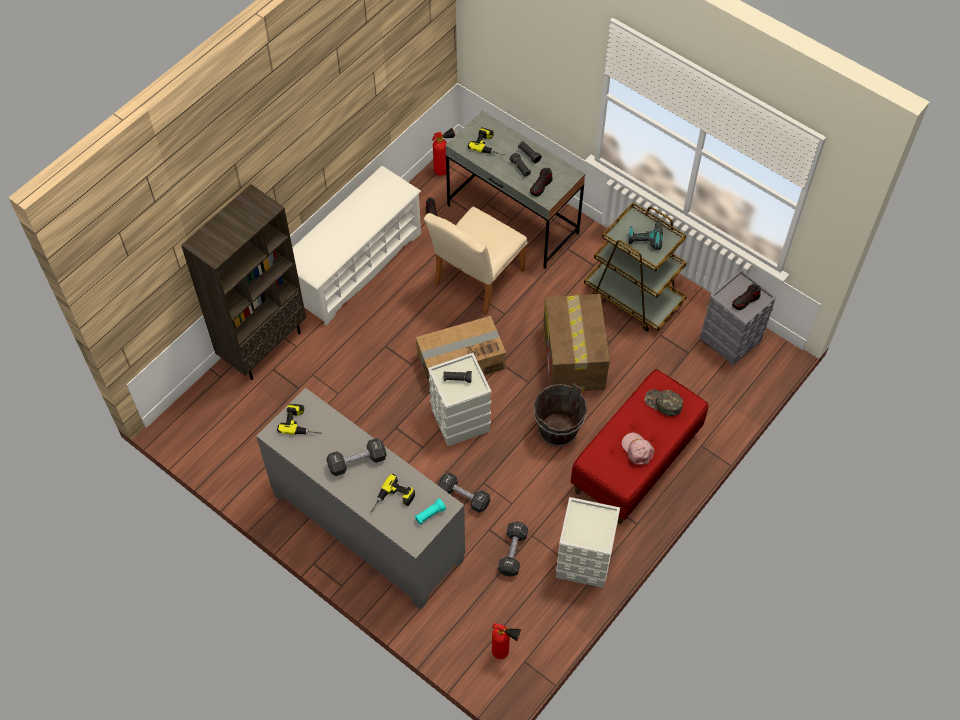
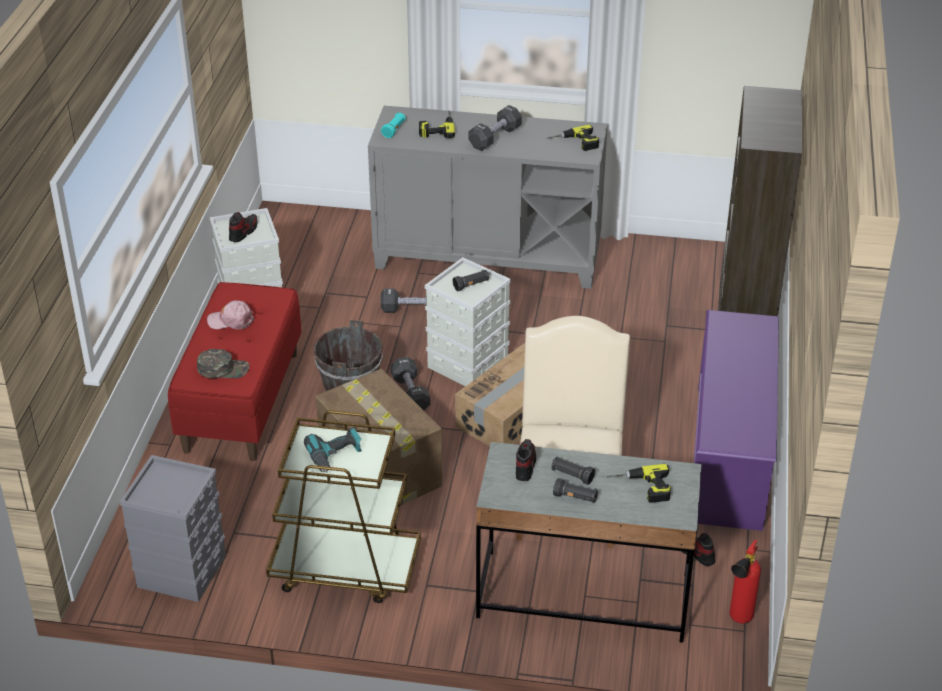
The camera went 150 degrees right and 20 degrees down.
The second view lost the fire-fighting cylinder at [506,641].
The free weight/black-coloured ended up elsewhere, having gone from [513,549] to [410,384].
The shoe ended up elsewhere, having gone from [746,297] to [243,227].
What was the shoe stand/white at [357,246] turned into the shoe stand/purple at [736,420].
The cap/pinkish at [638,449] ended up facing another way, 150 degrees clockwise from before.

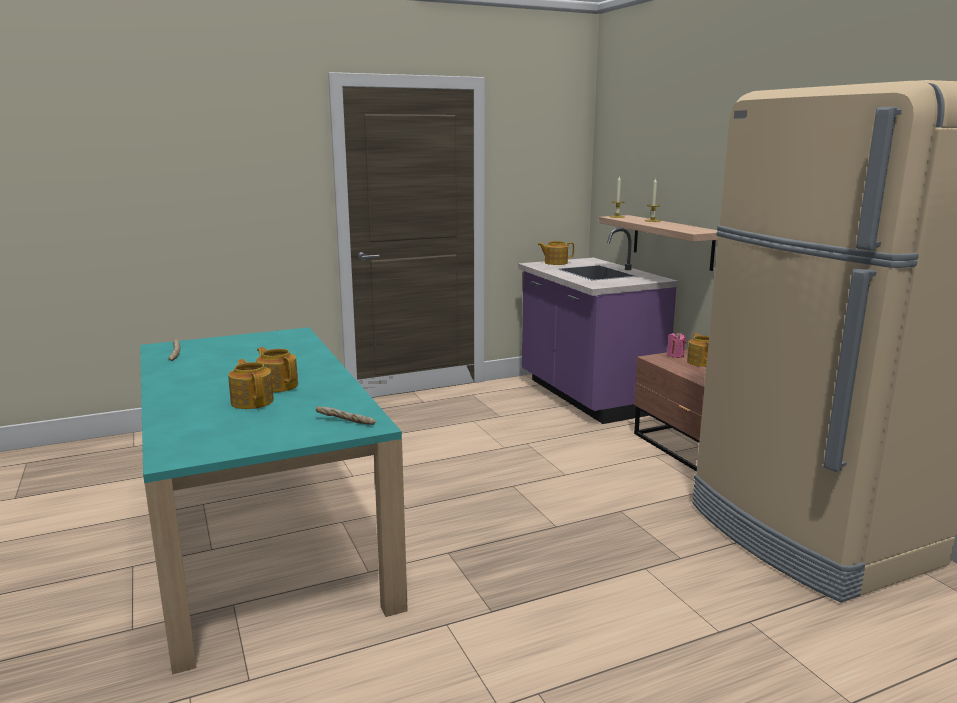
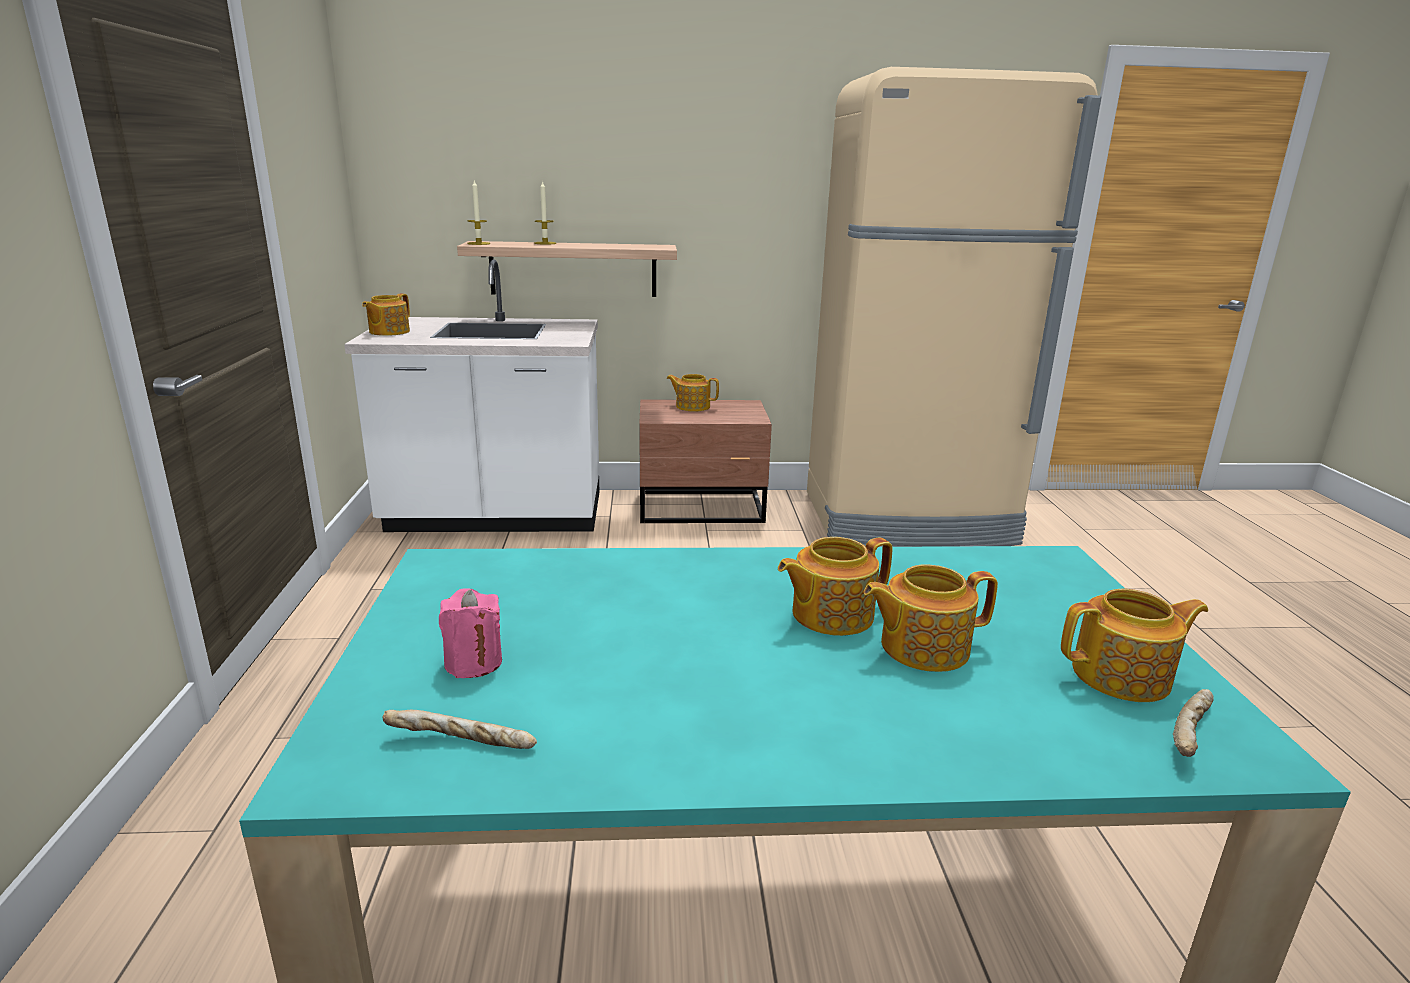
The camera went 70 degrees left and 5 degrees up.
The second view gained the tea pot at [1134,645].
The baked bread ended up elsewhere, having gone from [346,415] to [1193,723].
The wax candle/pinkish ended up elsewhere, having gone from [676,345] to [470,633].
What was the kitchen base unit/purple at [598,326] turned into the kitchen base unit/white at [471,395].

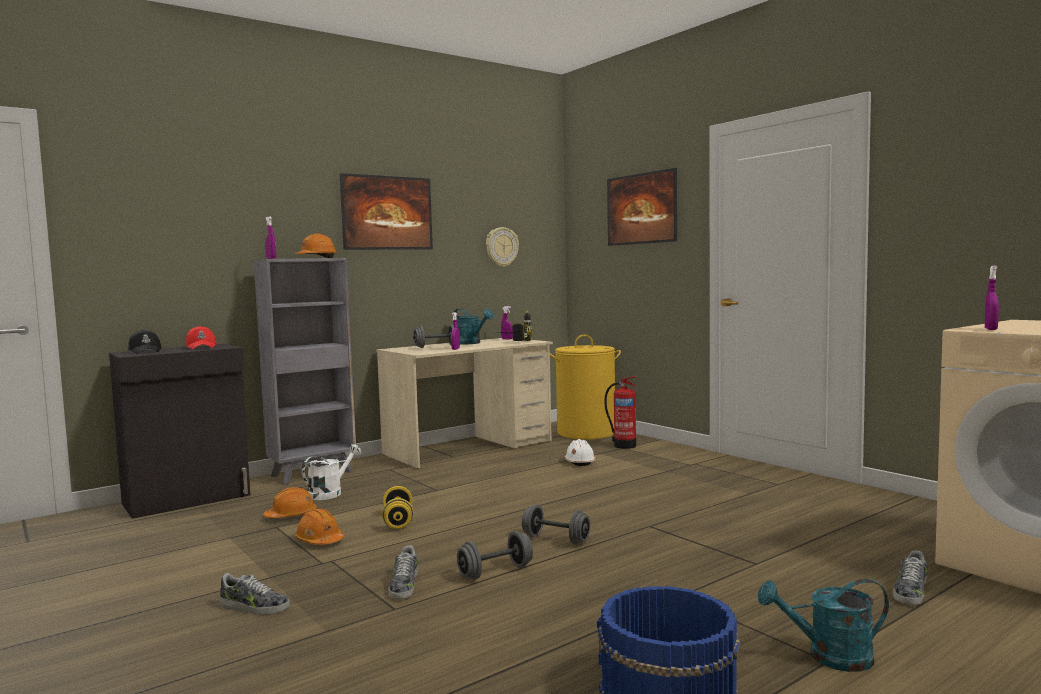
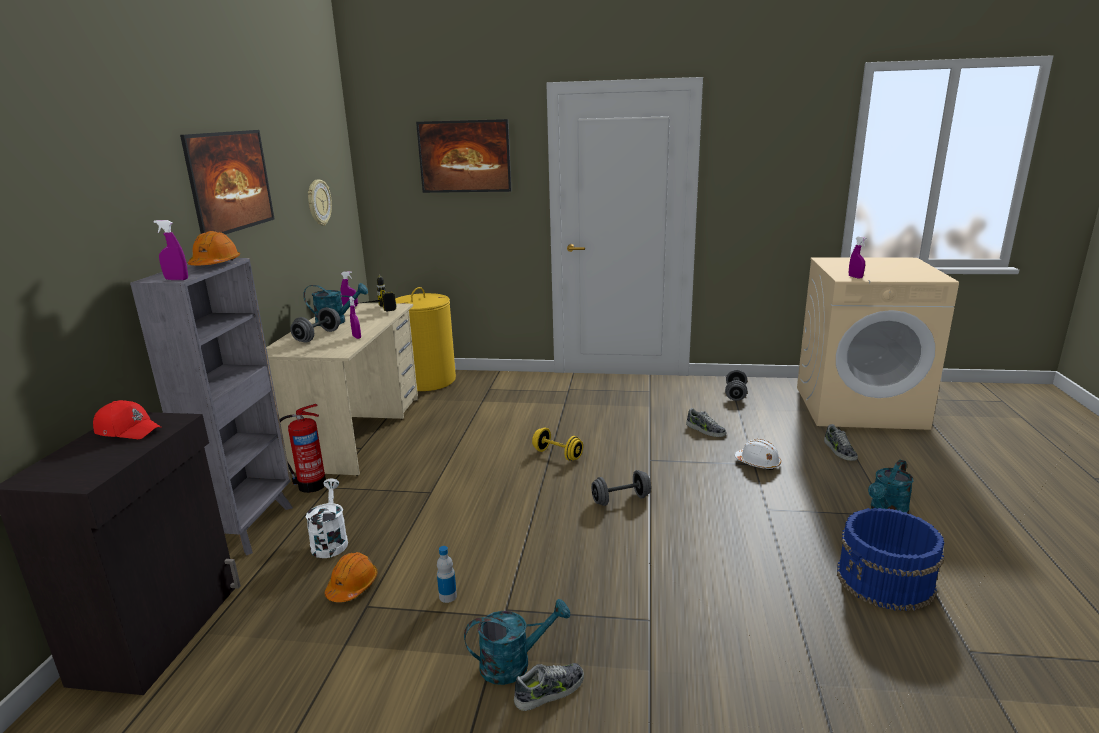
The camera went 45 degrees left and 15 degrees up.
The second view lost the cap/black-coloured at [145,342].
The second view gained the watering can/turquoise at [517,642].
The free weight/yellow ended up elsewhere, having gone from [398,507] to [557,444].
The shoe ended up elsewhere, having gone from [403,572] to [706,422].
The free weight/grey ended up elsewhere, having gone from [495,555] to [736,385].
The hard hat/white ended up elsewhere, having gone from [580,452] to [758,454].
The fire-fighting cylinder ended up elsewhere, having gone from [621,412] to [303,448].
Where the hard hat/orangey stood at [319,527], the drink bottle came to stand at [447,574].

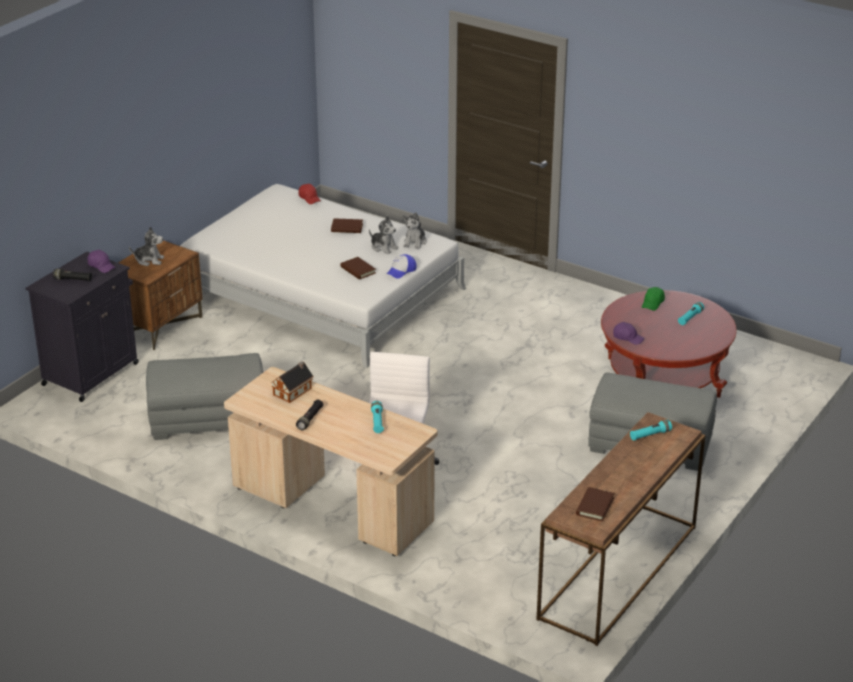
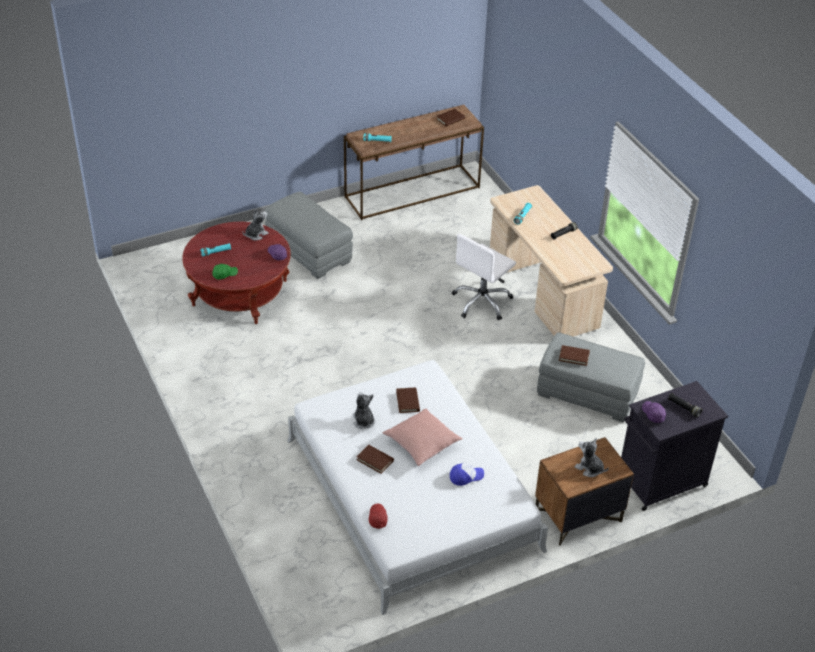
The camera went 150 degrees left and 10 degrees up.
The second view lost the miniature house at [292,382].
The second view gained the throw pillow/pinkish at [423,437].
The second view gained the volume/brownish at [574,355].
The cap ended up elsewhere, having gone from [401,266] to [467,474].
The cuddly toy ended up elsewhere, having gone from [415,230] to [256,224].

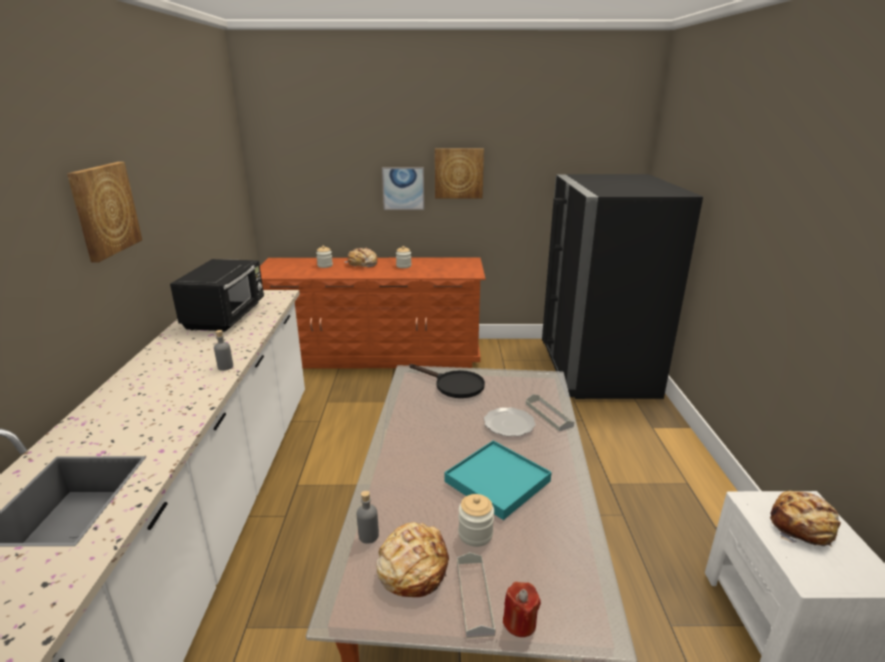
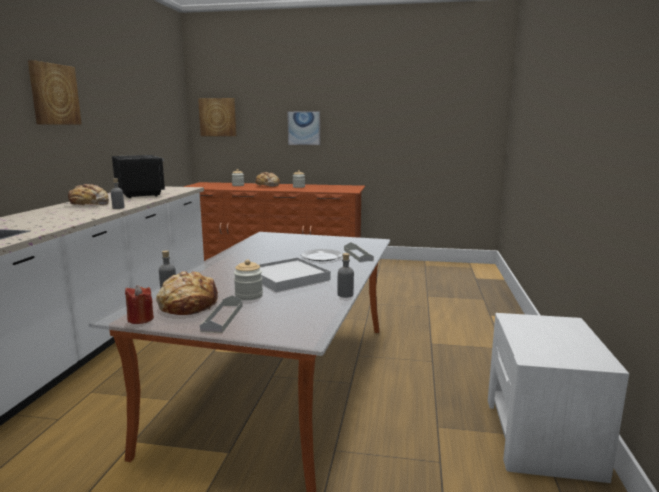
The camera went 10 degrees right and 10 degrees down.
The second view lost the frying pan/black-coloured at [447,381].
The second view lost the fridge/black-coloured at [622,286].
The second view gained the drink bottle/grey at [346,275].
The wall picture ended up elsewhere, having gone from [459,173] to [217,117].
The wax candle/red-coloured ended up elsewhere, having gone from [522,609] to [139,304].
The baked bread ended up elsewhere, having gone from [805,519] to [86,195].
What was the serving tray/turquoise at [498,480] turned into the serving tray/white at [294,274].
The kitchen microwave/black-coloured at [217,295] ended up facing another way, 45 degrees counterclockwise from before.

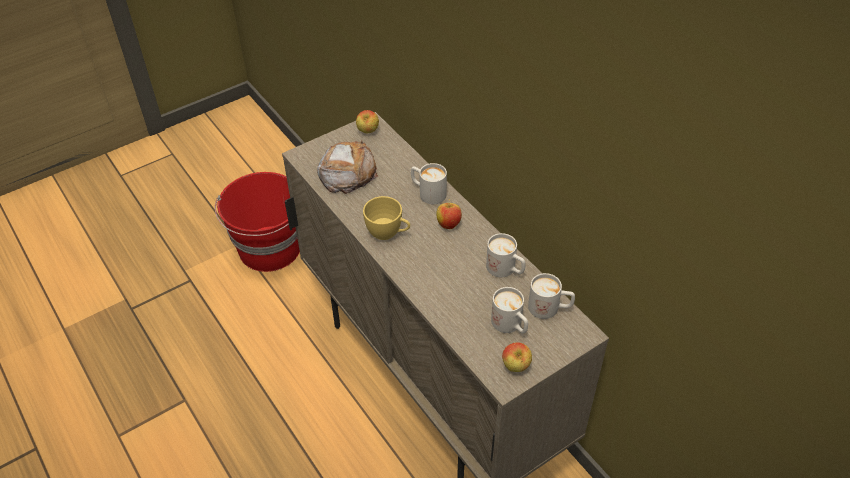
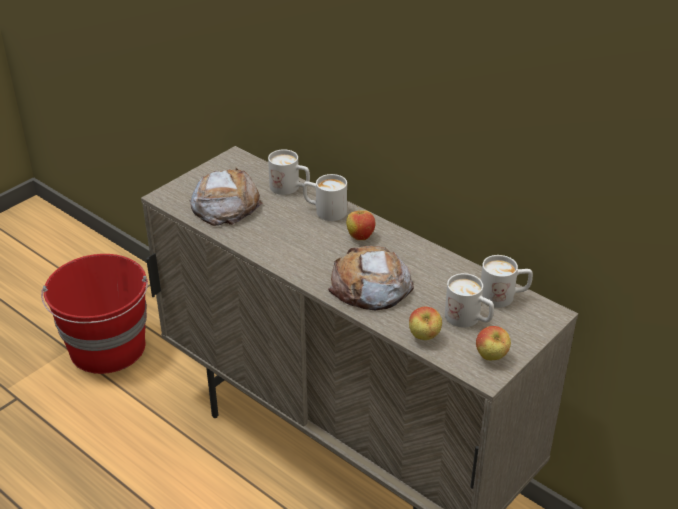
The camera went 15 degrees left and 10 degrees down.
The second view lost the drinking cup/yellow at [386,218].
The second view gained the baked bread at [371,278].
The apple ended up elsewhere, having gone from [367,121] to [425,323].
The coffee mug/white ended up elsewhere, having gone from [505,255] to [289,172].

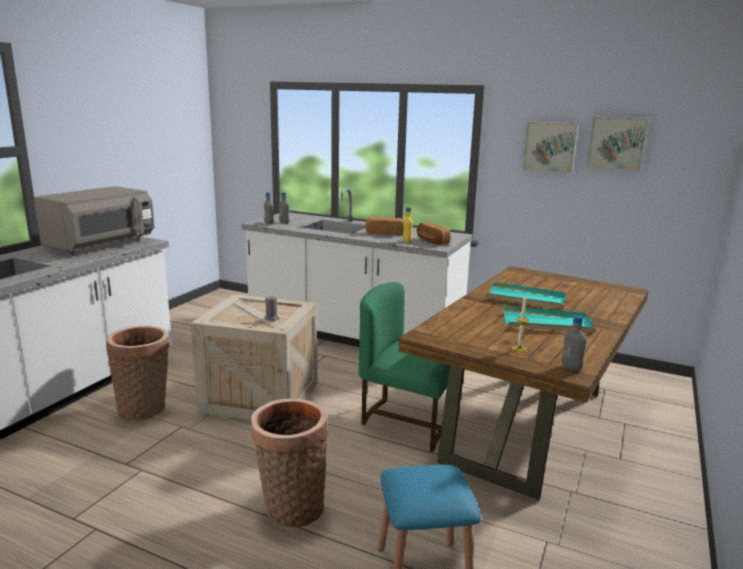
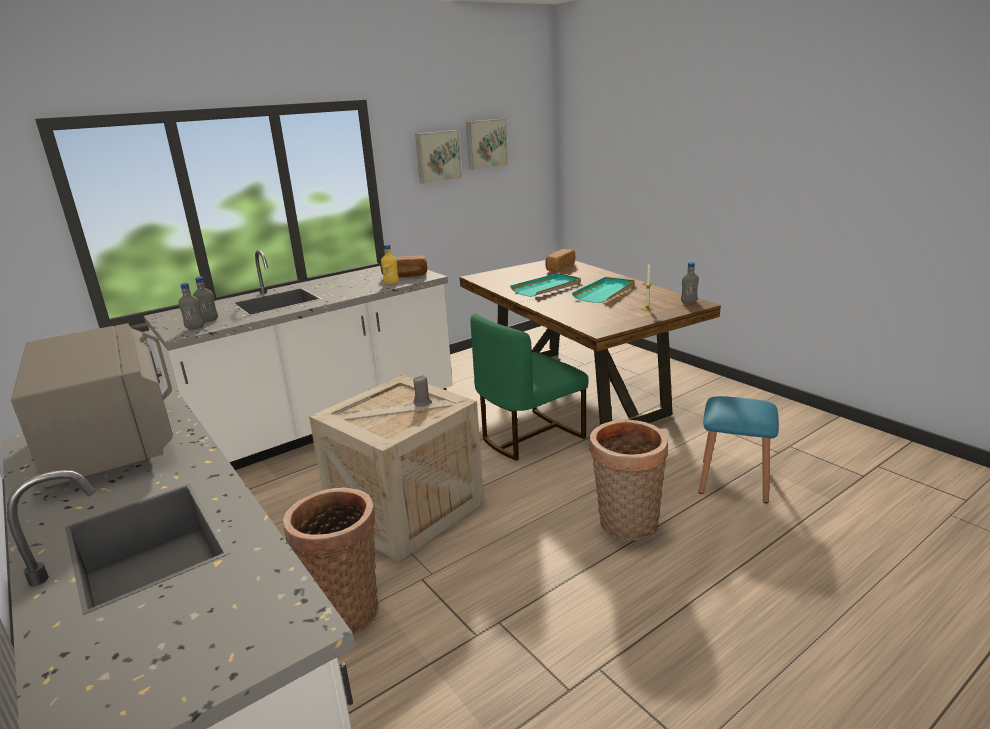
The camera went 60 degrees left and 5 degrees up.
The baked bread ended up elsewhere, having gone from [384,226] to [560,260].

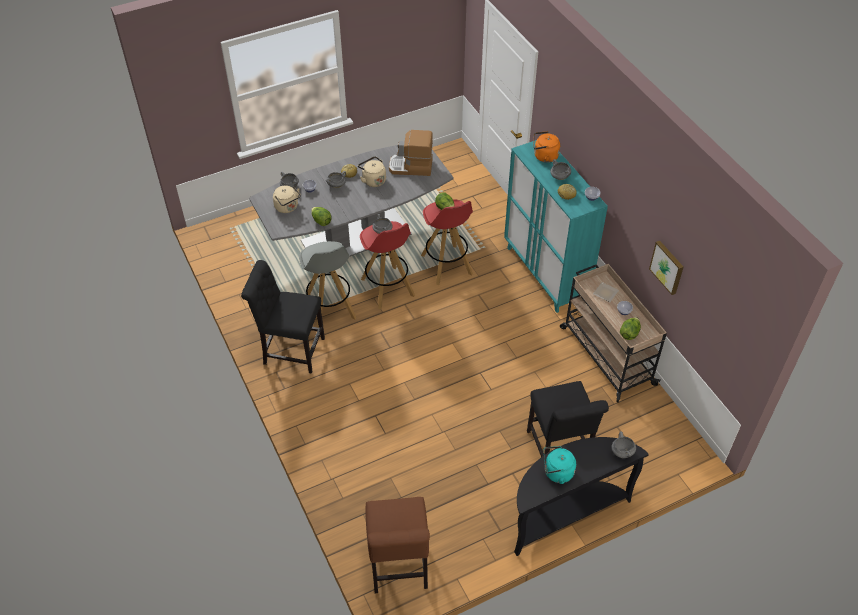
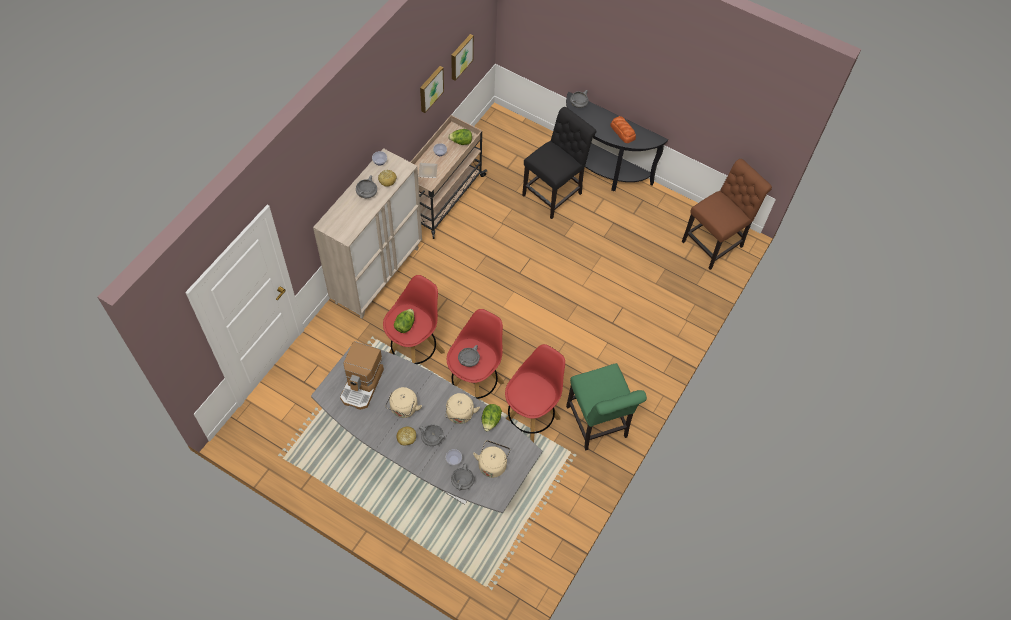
The camera went 125 degrees left and 10 degrees up.
The second view lost the kettle/orangey at [546,147].
The second view gained the kettle/sand-coloured at [462,408].
The second view gained the wall picture at [462,57].
Where the kettle/turquoise stood at [560,465], the baked bread came to stand at [623,129].
What was the plain chair/black-coloured at [283,317] turned into the plain chair/green at [606,407].
What was the stool/grey at [328,284] turned into the stool/red-coloured at [535,393].
What was the storage cabinet/turquoise at [556,226] turned into the storage cabinet/sand-coloured at [367,233].
The coffee brewer at [411,153] ended up facing another way, 45 degrees clockwise from before.

